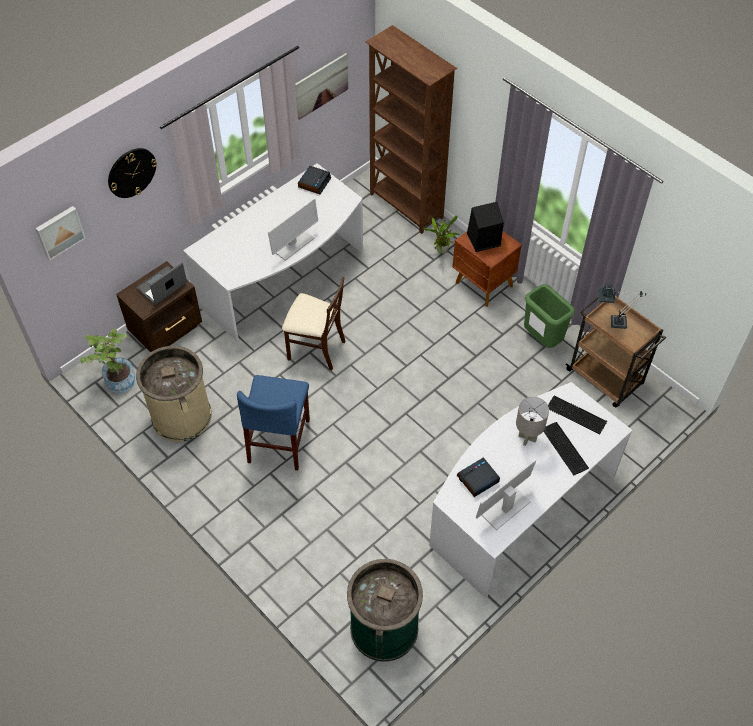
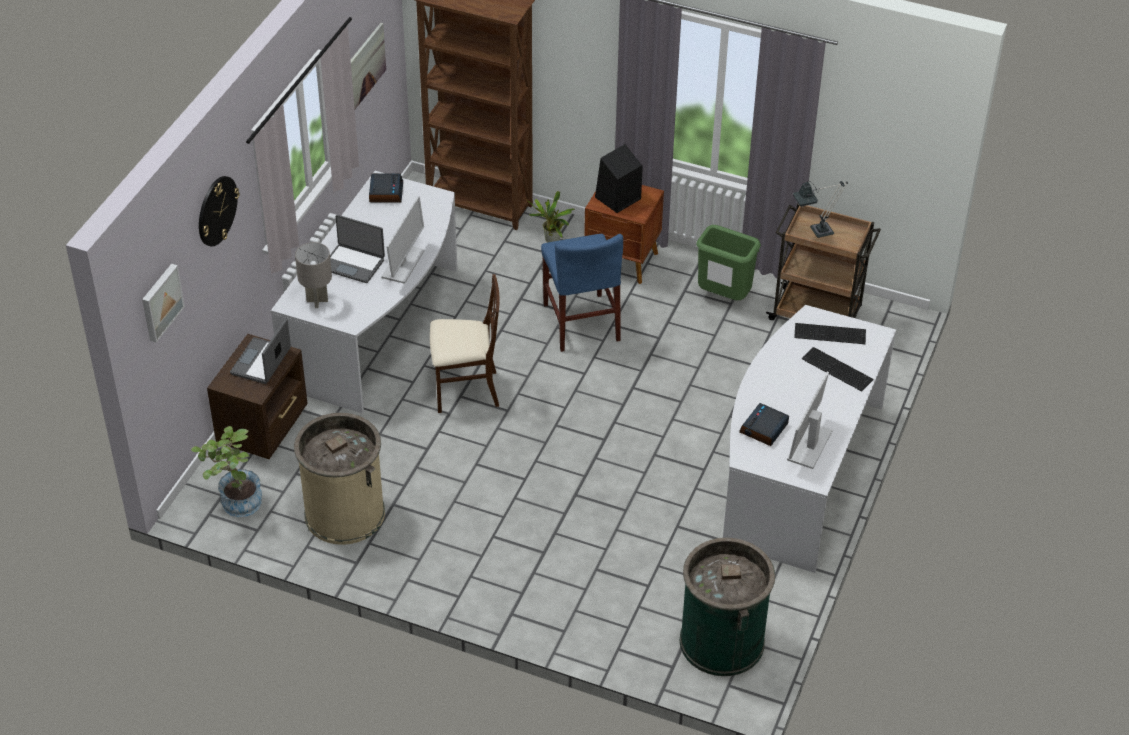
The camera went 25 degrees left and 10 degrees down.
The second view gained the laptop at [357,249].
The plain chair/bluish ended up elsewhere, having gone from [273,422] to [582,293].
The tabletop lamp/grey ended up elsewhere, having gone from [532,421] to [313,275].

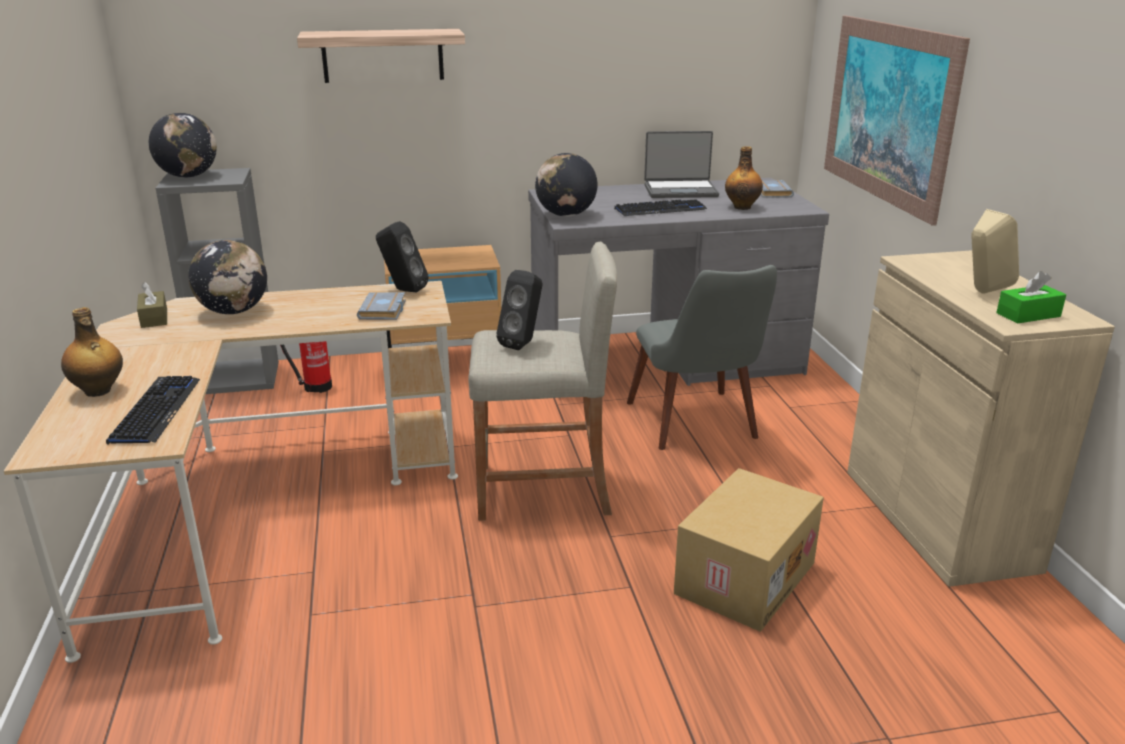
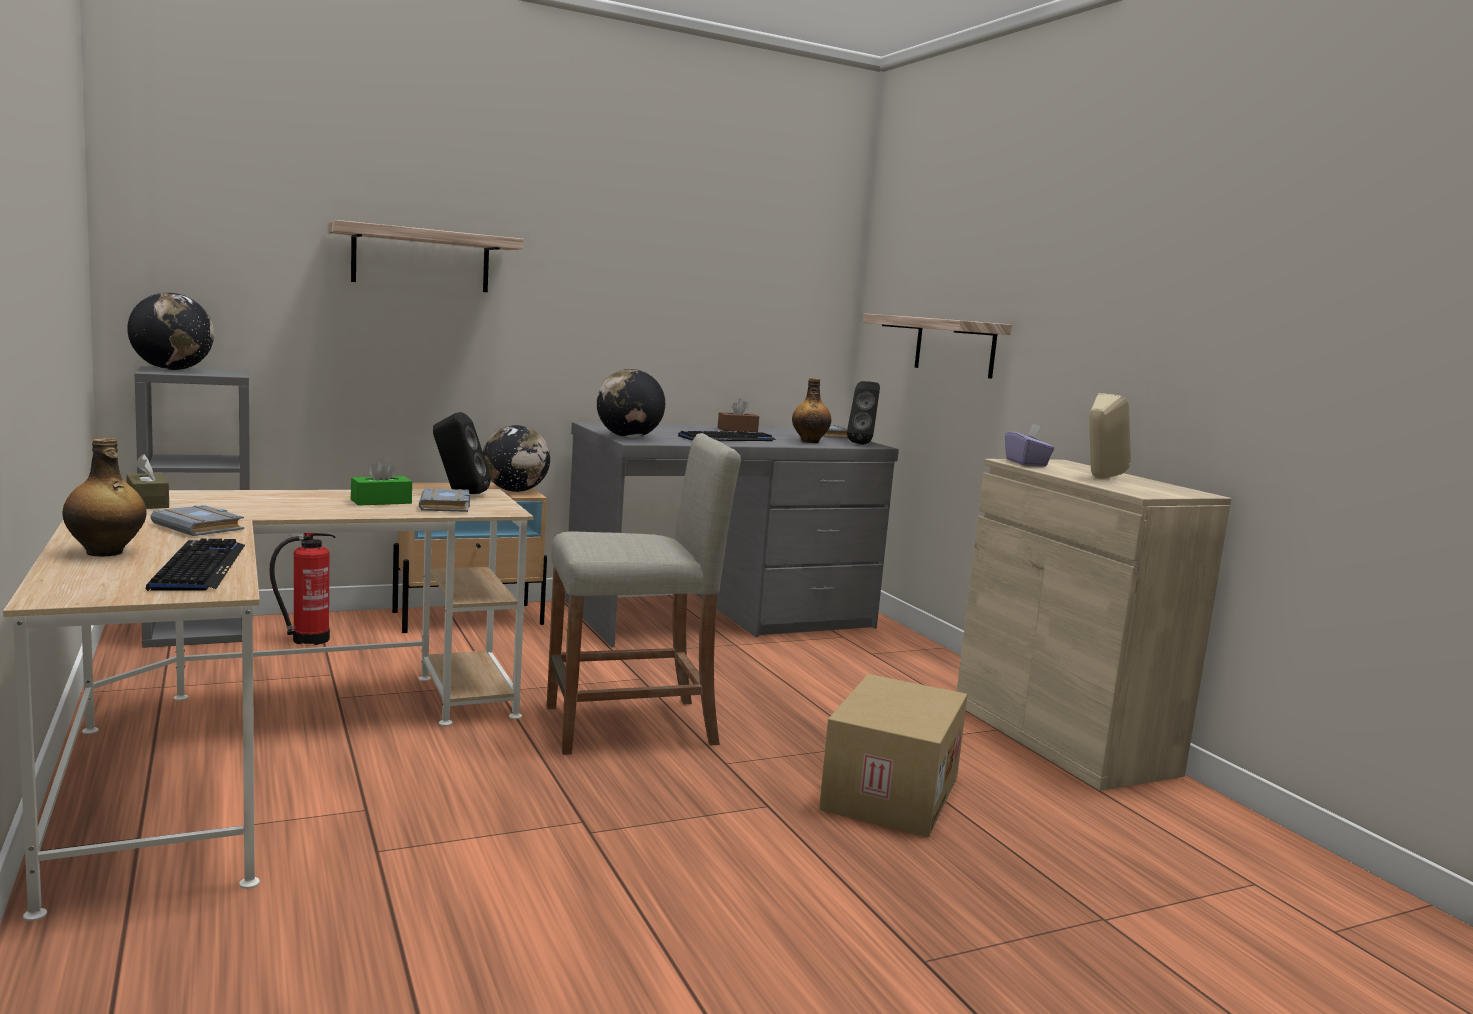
The camera went 15 degrees left and 15 degrees down.
The second view lost the plain chair/grey at [702,357].
The second view gained the volume/grey at [197,520].
The second view gained the tissue holder/purple at [1029,445].
The desk globe ended up elsewhere, having gone from [227,277] to [516,458].
The speaker/black-coloured ended up elsewhere, having gone from [519,310] to [863,413].
The tissue holder/green ended up elsewhere, having gone from [1031,297] to [381,481].
Where the laptop stood at [681,164], the tissue holder/brownish came to stand at [738,415].
Where the wall picture hung at [897,121], the wall shelf came to hang at [937,346].

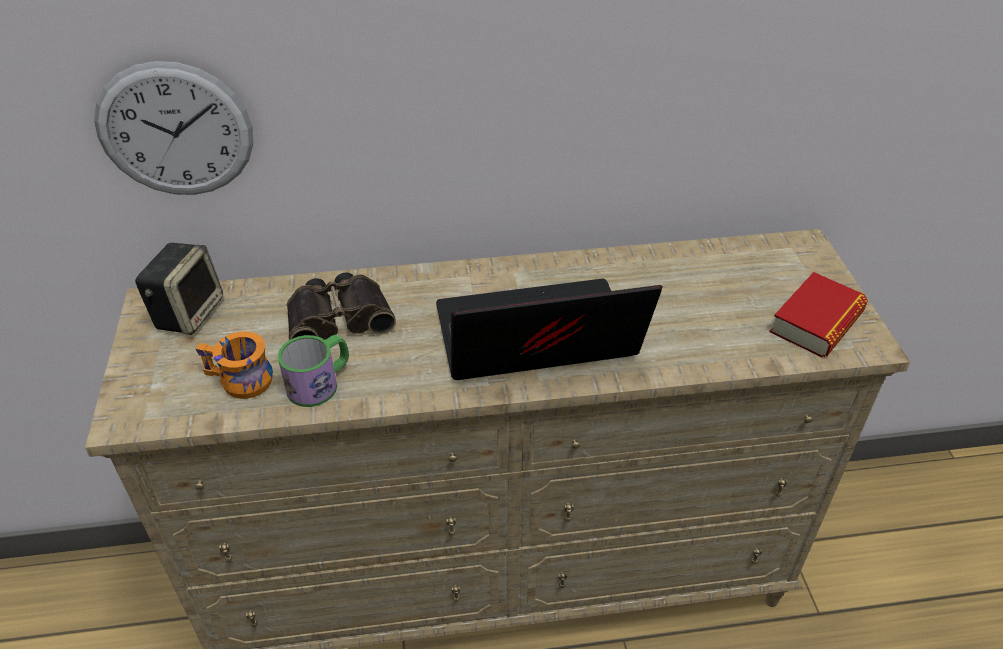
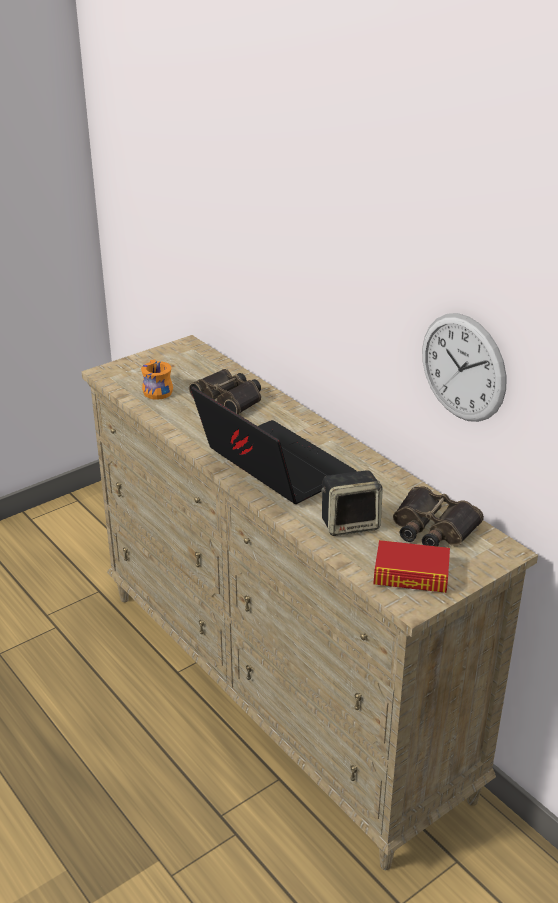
The camera went 60 degrees right and 10 degrees down.
The second view lost the coffee mug at [313,370].
The second view gained the binoculars at [438,517].
The wall clock ended up elsewhere, having gone from [173,128] to [464,367].
The speaker ended up elsewhere, having gone from [179,289] to [352,503].

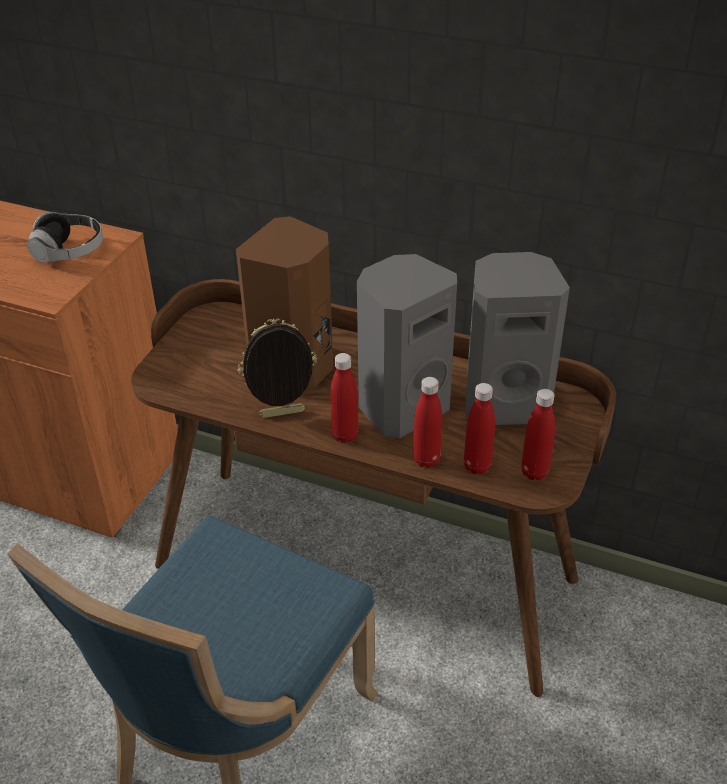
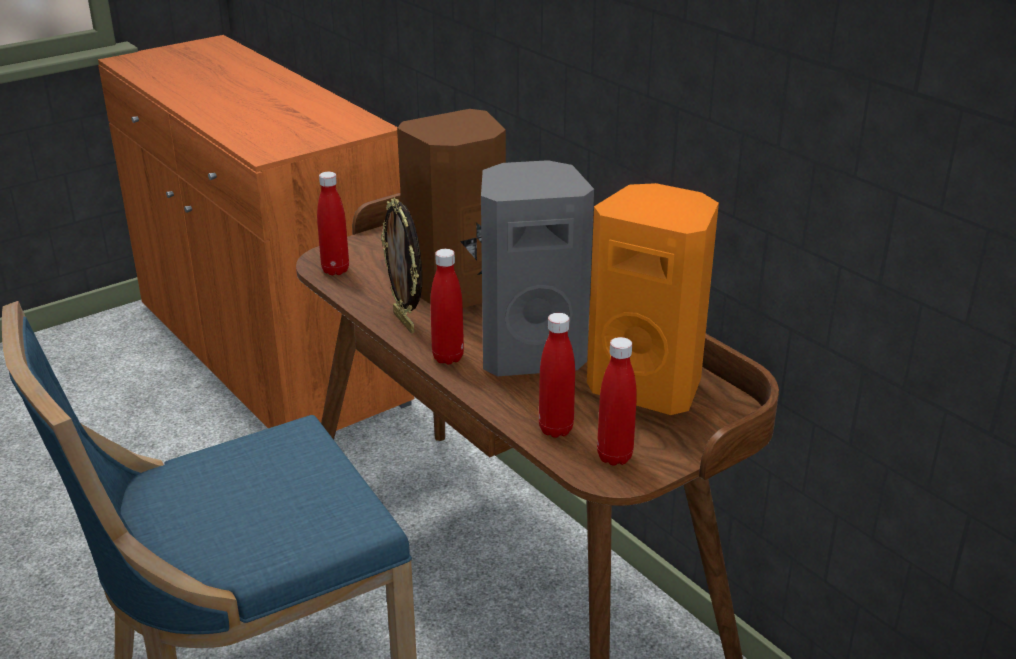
The camera went 30 degrees right and 10 degrees down.
The second view lost the pair of headphones at [65,237].
The drink bottle/red-coloured ended up elsewhere, having gone from [427,422] to [333,223].
What was the speaker/grey at [517,338] turned into the speaker/orangey at [653,299].
The standing frame at [277,368] ended up facing another way, 135 degrees counterclockwise from before.

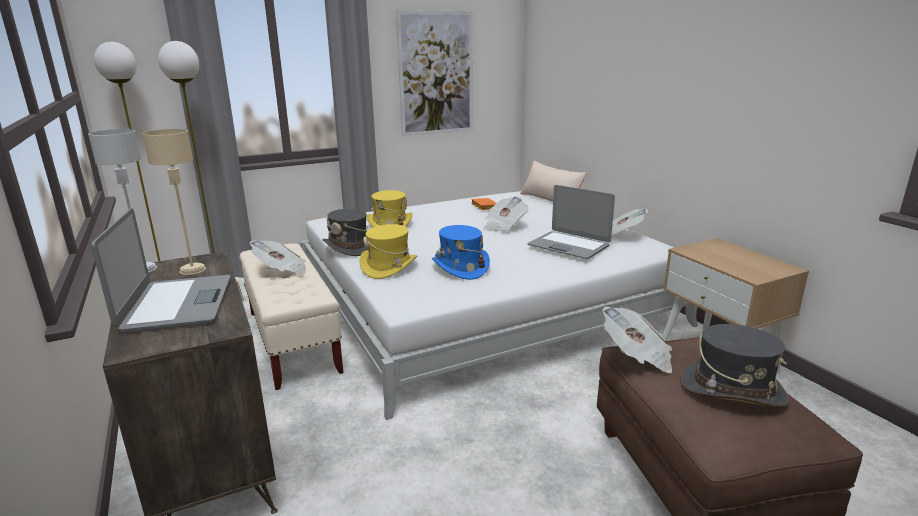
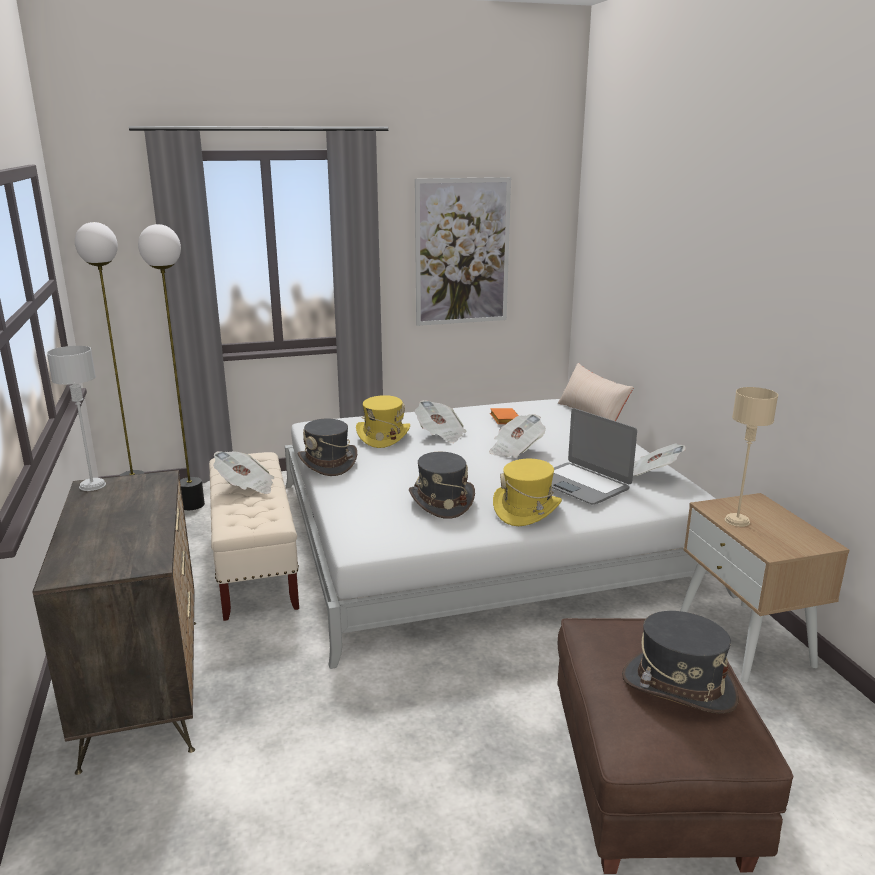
The camera went 10 degrees right and 0 degrees up.
The second view lost the laptop at [161,270].
The tabletop lamp/sand-coloured ended up elsewhere, having gone from [174,202] to [751,457].
The hat/yellow ended up elsewhere, having gone from [388,251] to [527,492].
The printed paper ended up elsewhere, having gone from [637,339] to [440,421].
What was the hat/bluish at [461,252] turned into the hat/grey at [442,485].

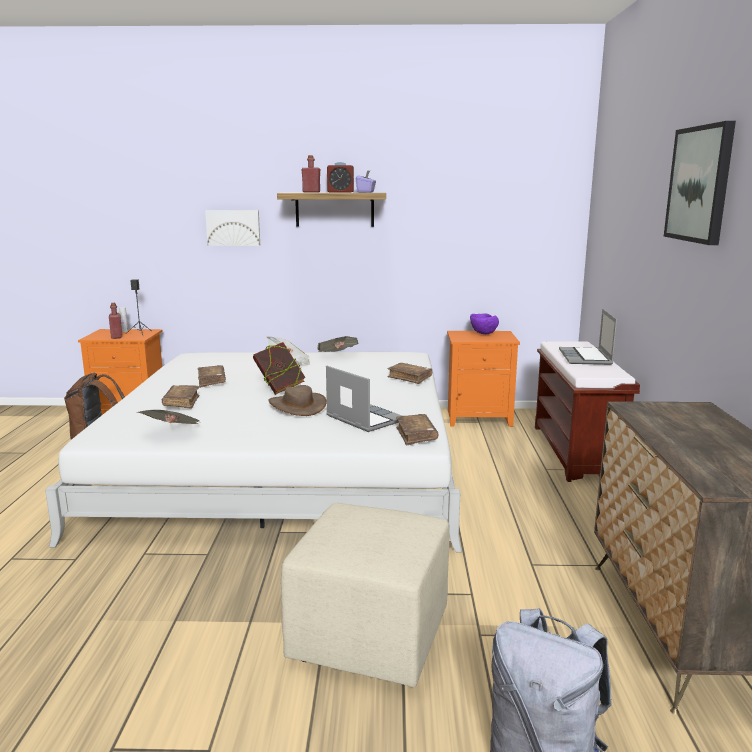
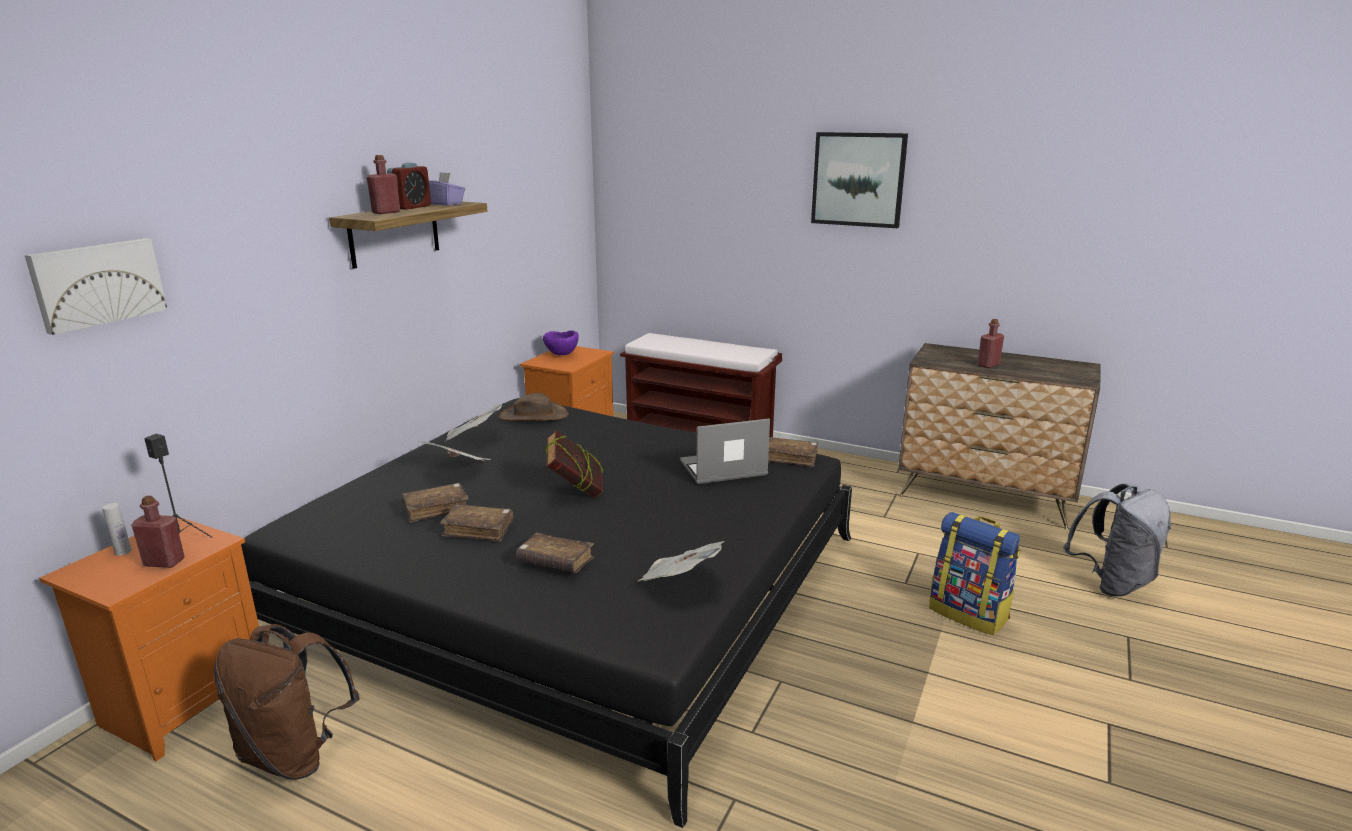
The camera went 65 degrees left and 5 degrees up.
The second view lost the laptop at [588,337].
The second view gained the drink bottle/red-coloured at [990,343].
The wall picture ended up elsewhere, having gone from [232,228] to [96,286].
The hat/brownish ended up elsewhere, having gone from [297,400] to [533,407].
The volume/brownish ended up elsewhere, having gone from [409,373] to [435,503].
Where the pouffe/sand-coloured stood at [365,595], the backpack came to stand at [975,573].
What was the sleeping bed/white at [253,452] turned into the sleeping bed/black-coloured at [546,613].

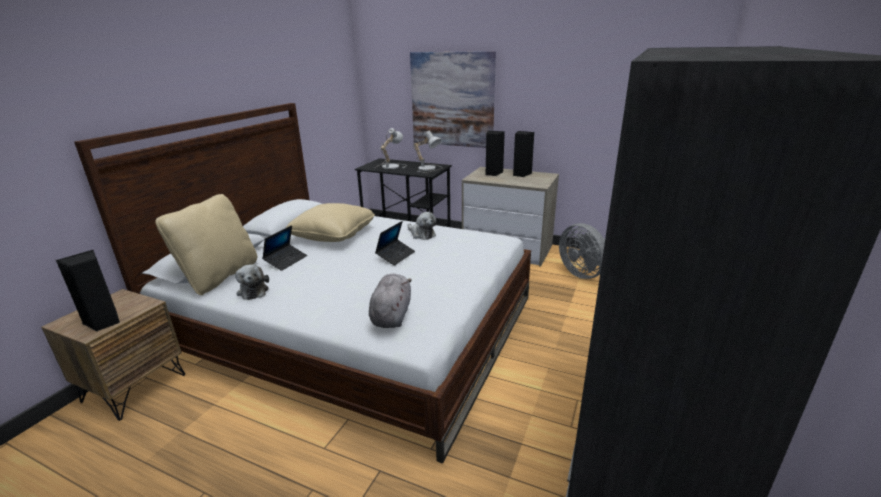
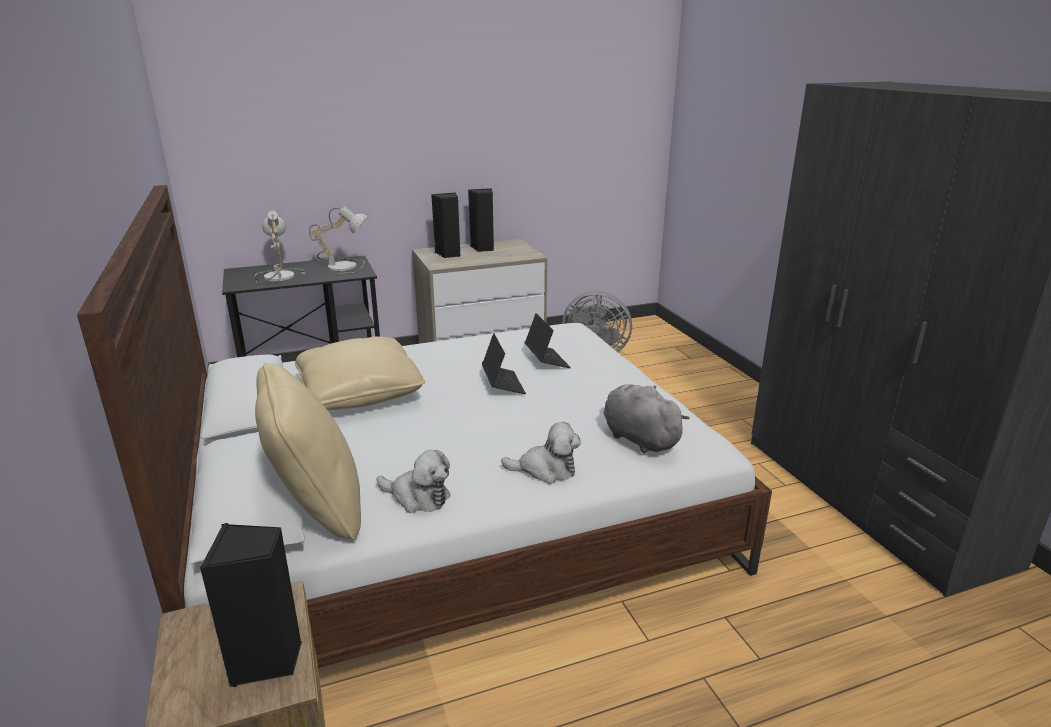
The camera went 45 degrees left and 0 degrees up.
The second view lost the wall picture at [453,99].
The laptop ended up elsewhere, having gone from [284,248] to [548,340].
The cuddly toy ended up elsewhere, having gone from [422,226] to [541,453].

